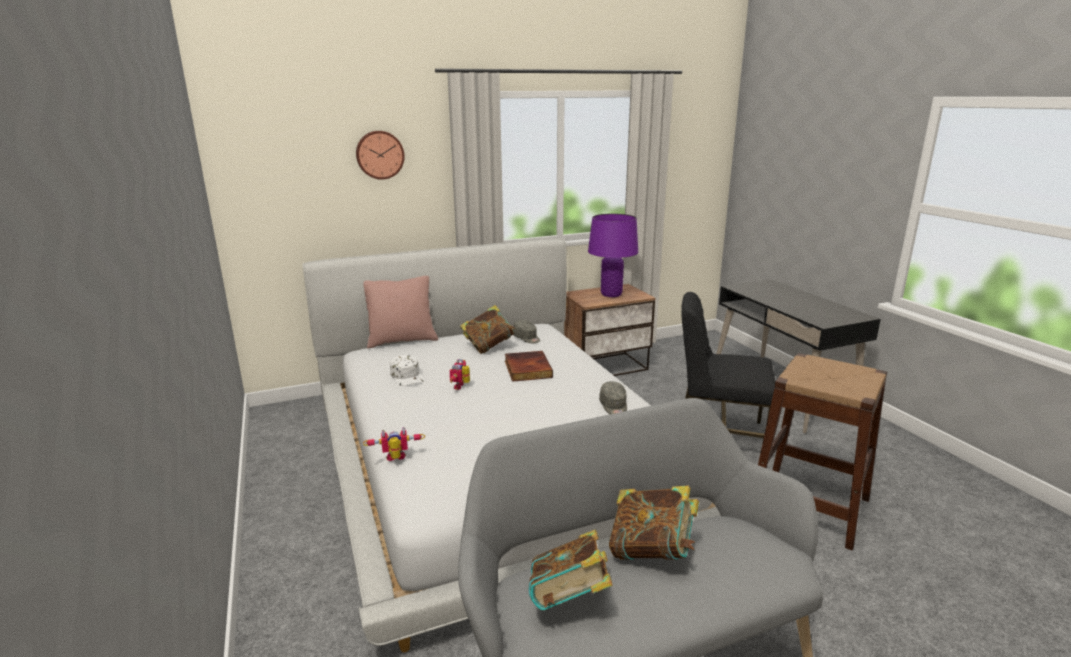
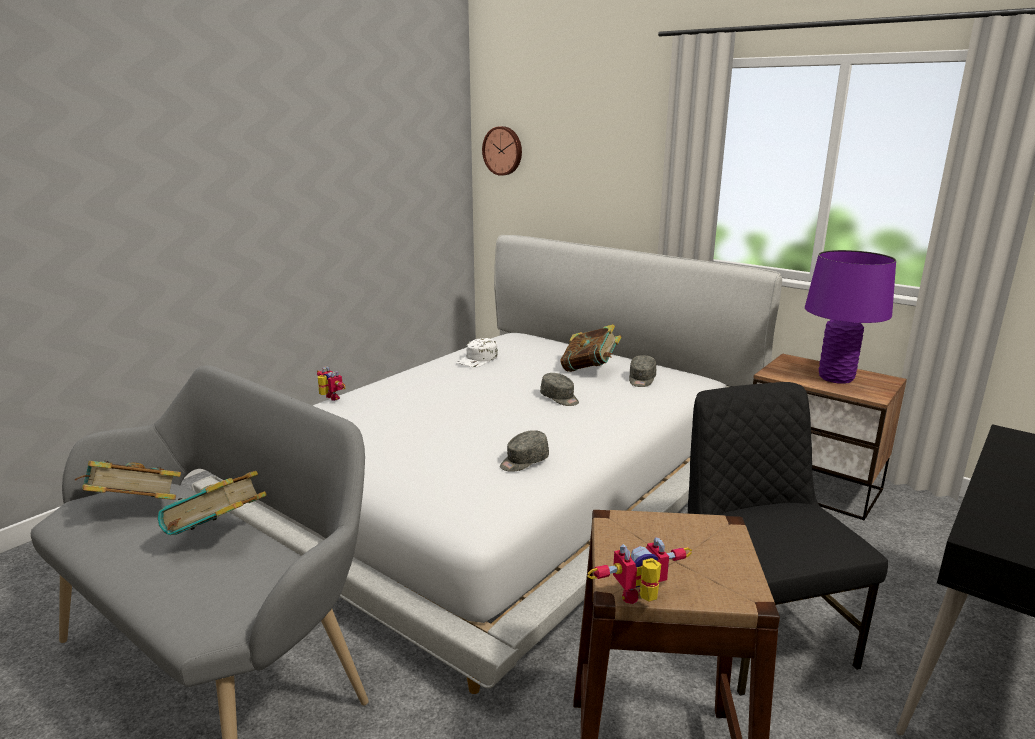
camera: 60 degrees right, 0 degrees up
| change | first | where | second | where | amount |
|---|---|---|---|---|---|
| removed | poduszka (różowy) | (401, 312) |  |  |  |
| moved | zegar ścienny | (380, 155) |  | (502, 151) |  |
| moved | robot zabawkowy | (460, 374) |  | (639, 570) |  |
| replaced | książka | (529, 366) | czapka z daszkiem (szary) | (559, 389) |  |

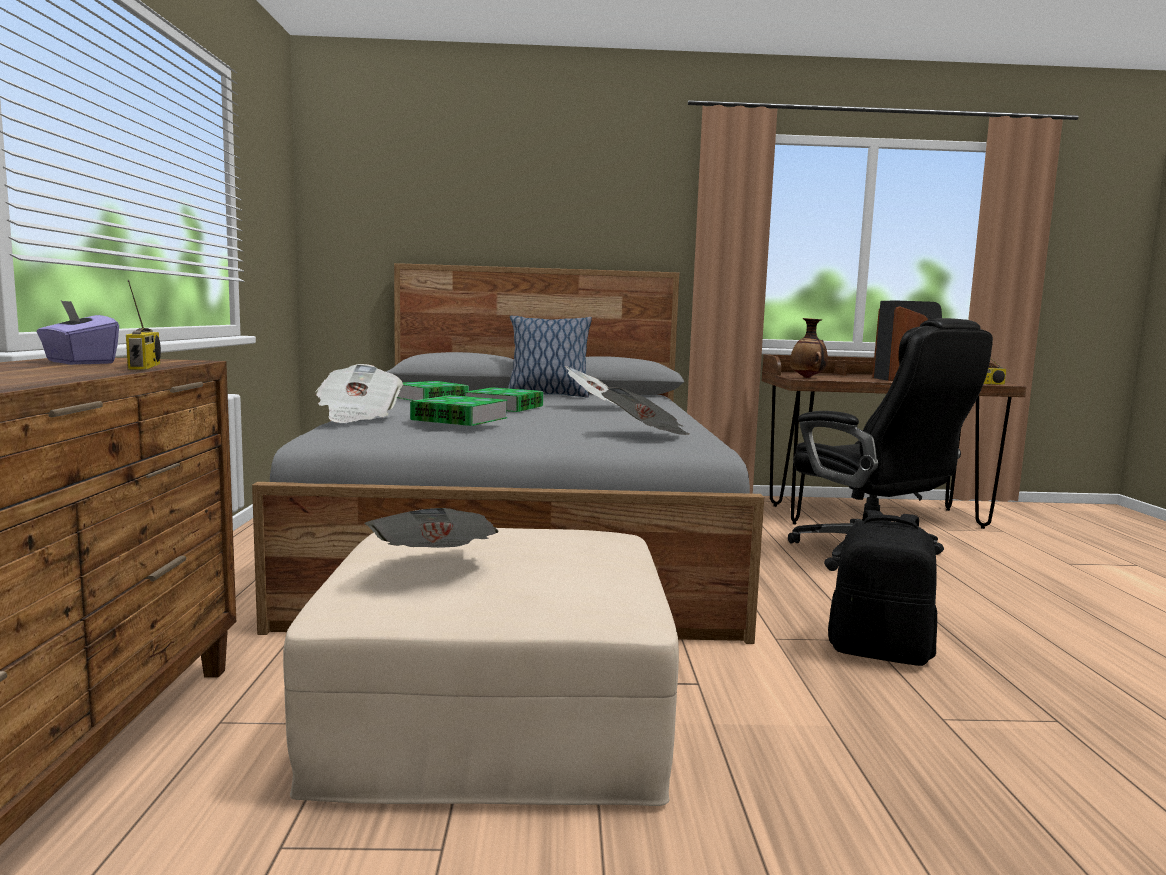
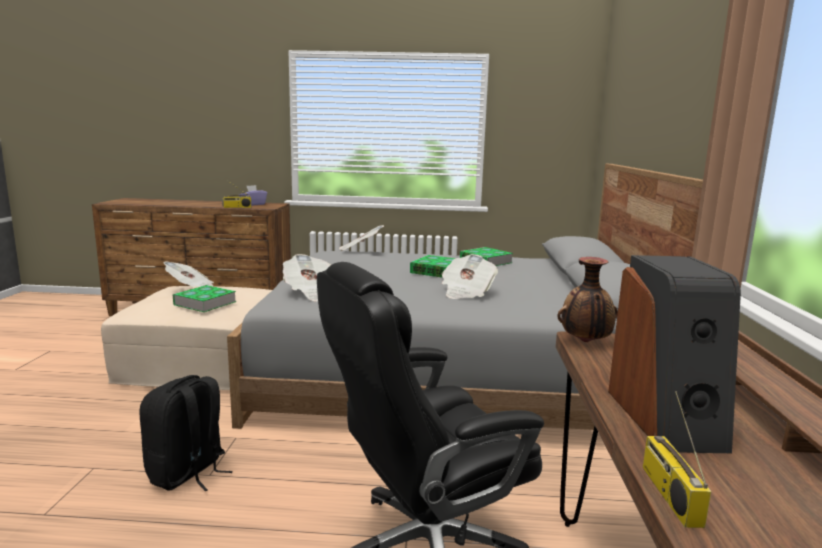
camera: 95 degrees right, 5 degrees up
| change | first | where | second | where | amount |
|---|---|---|---|---|---|
| removed | poduszka | (550, 357) |  |  |  |
| moved | książka | (459, 410) |  | (204, 298) |  |

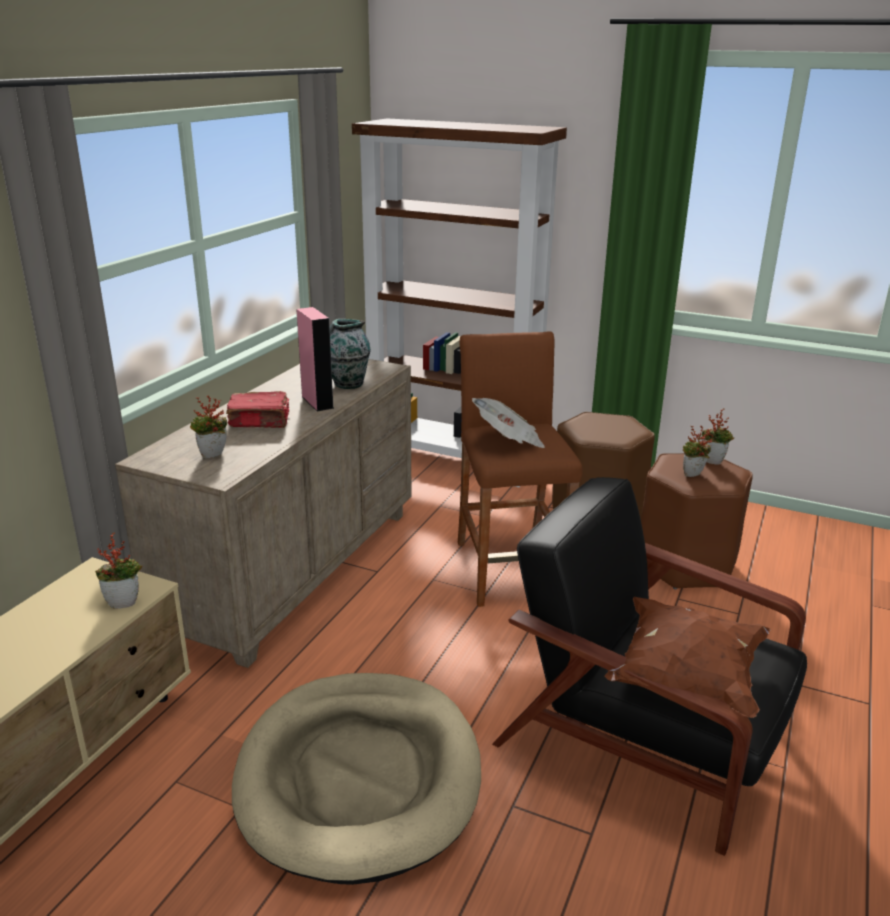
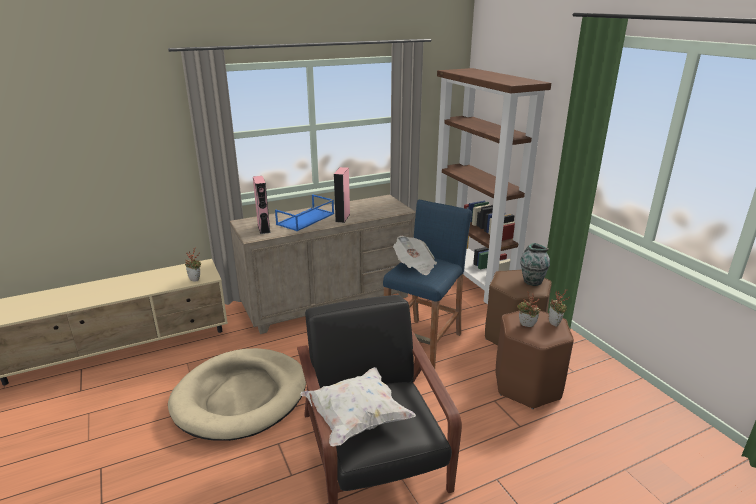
camera: 40 degrees right, 0 degrees up
| change | first | where | second | where | amount |
|---|---|---|---|---|---|
| moved | wazon | (350, 354) |  | (535, 264) |  |
| replaced | roślina doniczkowa | (208, 426) | głośnik (różowy) | (262, 205) |  |
| replaced | książka (czerwony) | (257, 409) | taca (niebieski) | (304, 212) |  |
| recoloured | stołek (brązowy) | (520, 469) | stołek (niebieski) | (427, 284) |  |
| recoloured | poduszka (brązowy) | (687, 657) | poduszka (biały) | (358, 407) |  |

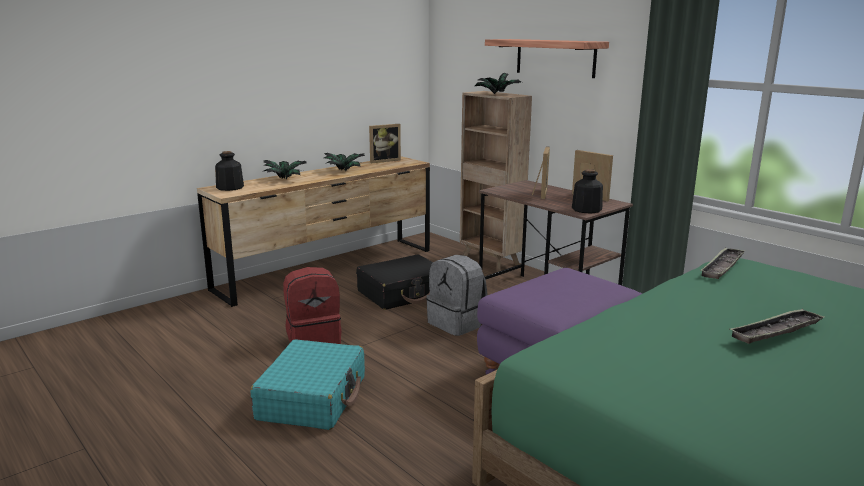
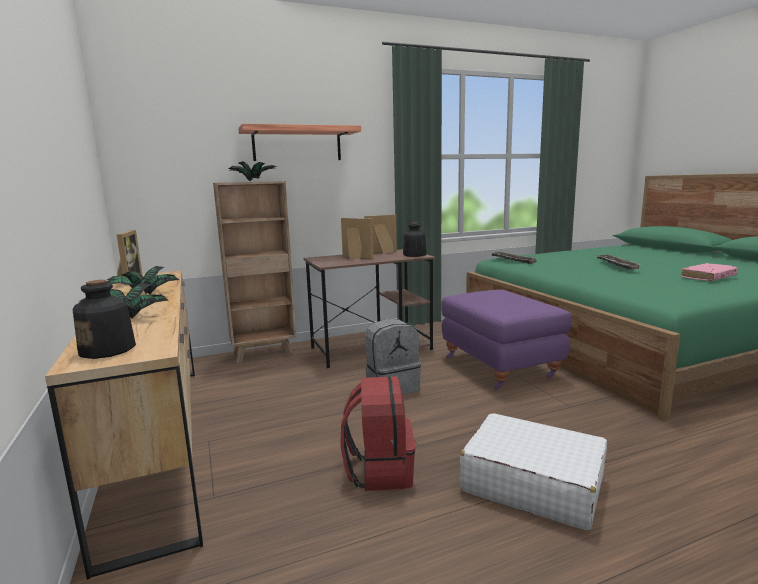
camera: 70 degrees left, 5 degrees down
| change | first | where | second | where | amount |
|---|---|---|---|---|---|
| removed | walizka (czarny) | (394, 282) |  |  |  |
| added |  |  | książka (różowy) | (709, 272) |  |
| recoloured | walizka (turkusowy) | (308, 384) | walizka (biały) | (533, 472) |  |

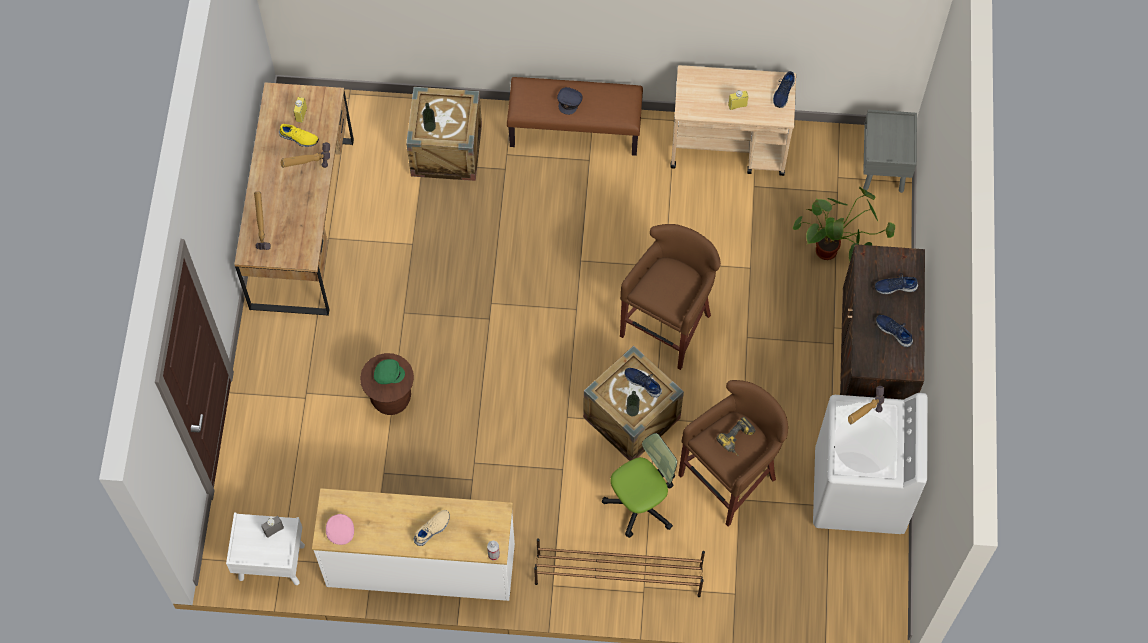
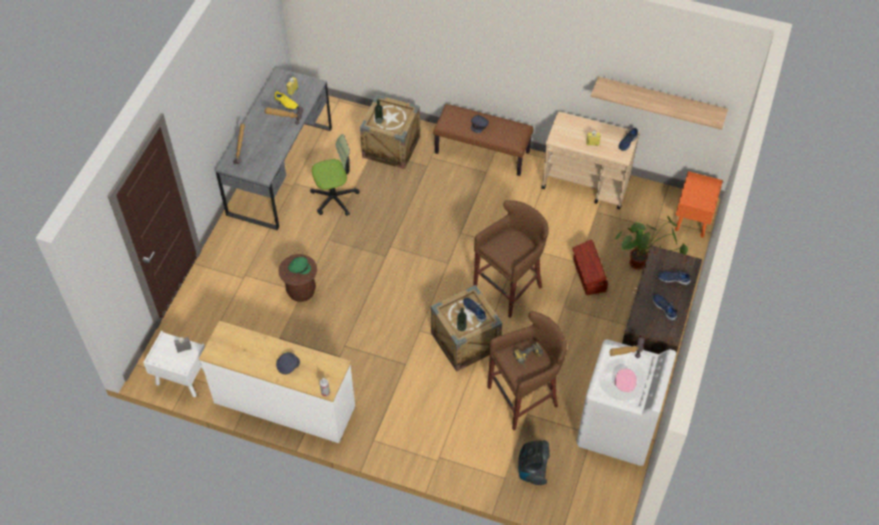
camera: 15 degrees right, 10 degrees down
| change | first | where | second | where | amount |
|---|---|---|---|---|---|
| removed | regał na buty (brązowy) | (619, 567) |  |  |  |
| added |  |  | odkurzacz | (534, 462) |  |
| added |  |  | pojemnik do przechowywania (brązowy) | (590, 267) |  |
| added |  |  | półka | (659, 103) |  |
| moved | czapka z daszkiem (różowy) | (340, 529) |  | (626, 380) |  |
| moved | krzesło biurowe | (639, 485) |  | (335, 175) |  |
| replaced | but (beżowy) | (431, 528) | czapka z daszkiem (szary) | (288, 363) |  |
| recoloured | biurko (brązowy) | (294, 199) | biurko (szary) | (273, 149) |  |
| recoloured | szafka nocna (szary) | (890, 151) | szafka nocna (pomarańczowy) | (699, 204) |  |

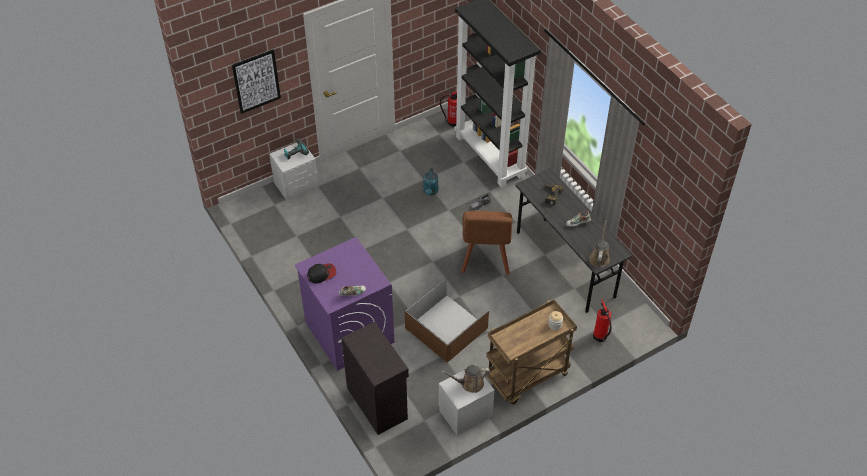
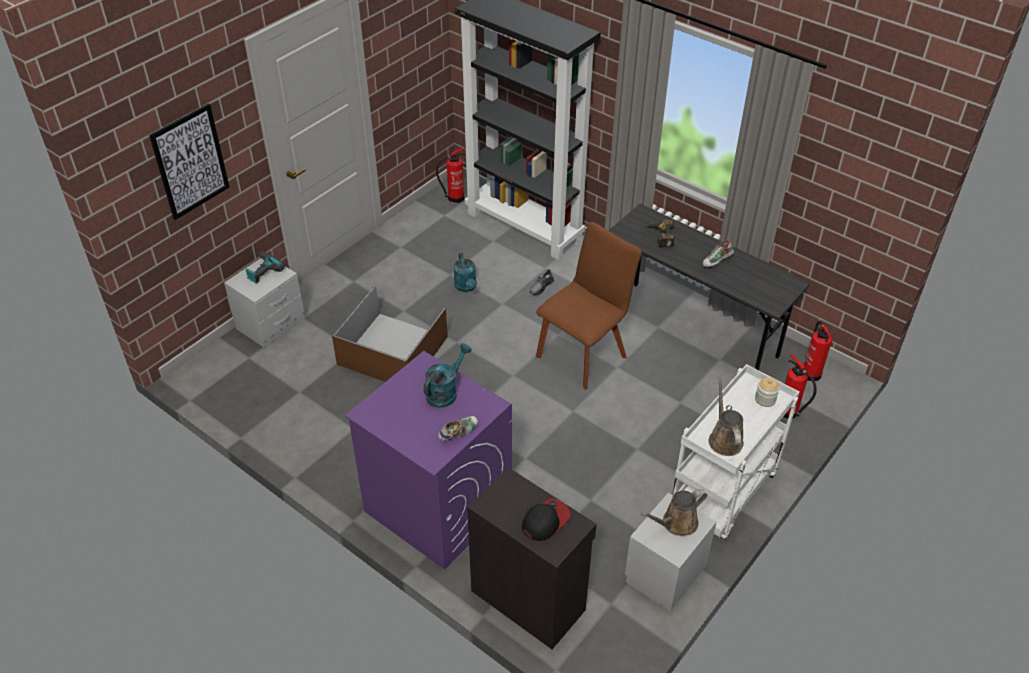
camera: 20 degrees left, 5 degrees down
| change | first | where | second | where | amount |
|---|---|---|---|---|---|
| added |  |  | konewka (turkusowy) | (447, 375) |  |
| added |  |  | gaśnica | (818, 350) |  |
| moved | czapka z daszkiem | (322, 273) |  | (546, 520) |  |
| moved | pojemnik do przechowywania (brązowy) | (446, 320) |  | (390, 334) |  |
| moved | konewka (brązowy) | (599, 243) |  | (726, 416) |  |
| recoloured | wózek (brązowy) | (531, 351) | wózek (biały) | (735, 452) |  |
| turned | krzesło (brązowy) | (486, 243) |  | (589, 305) | 120 degrees counterclockwise |

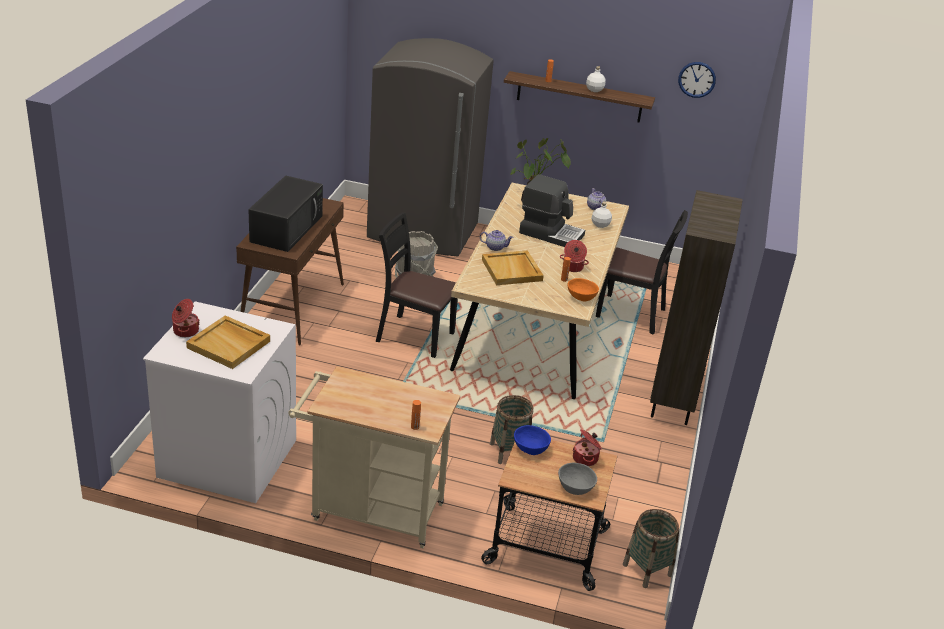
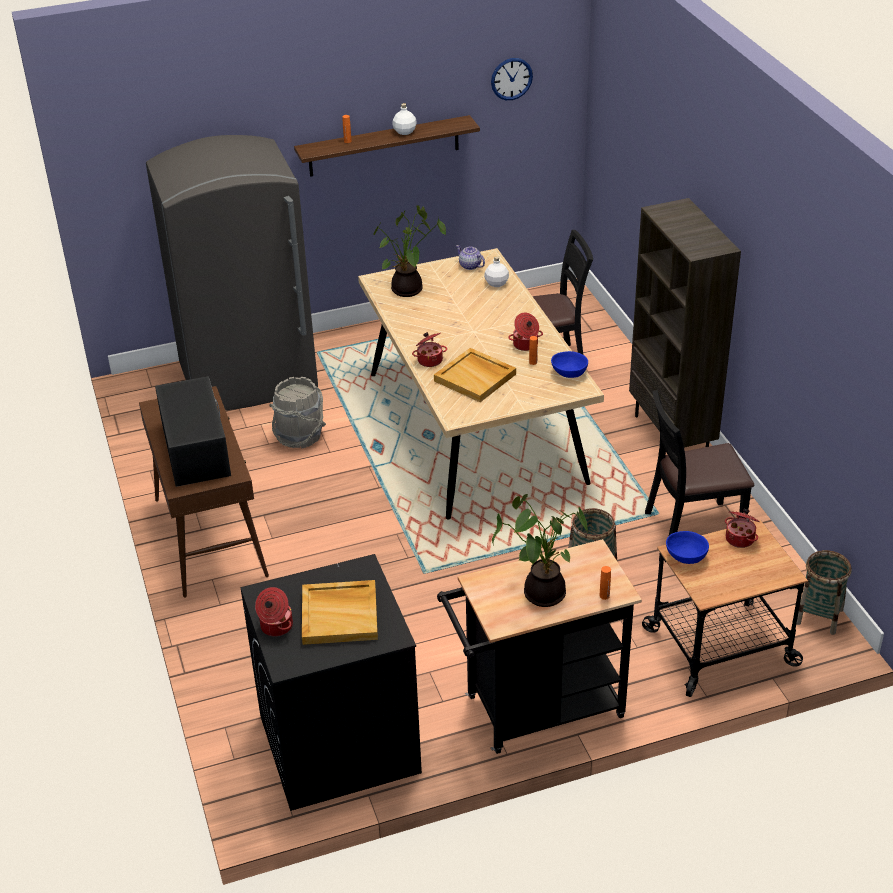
camera: 30 degrees left, 5 degrees up
| change | first | where | second | where | amount |
|---|---|---|---|---|---|
| removed | ekspres do kawy | (552, 210) |  |  |  |
| removed | miska (szary) | (577, 479) |  |  |  |
| added |  |  | roślina doniczkowa | (540, 550) |  |
| moved | krzesło (czarny) | (417, 285) |  | (699, 462) |  |
| replaced | imbryk | (497, 240) | garnek | (429, 349) |  |
| recoloured | pralka (biały) | (219, 402) | pralka (czarny) | (331, 682) |  |
| recoloured | wózek (beżowy) | (374, 457) | wózek (czarny) | (539, 646) |  |
| recoloured | miska (pomarańczowy) | (583, 289) | miska (niebieski) | (569, 364) |  |

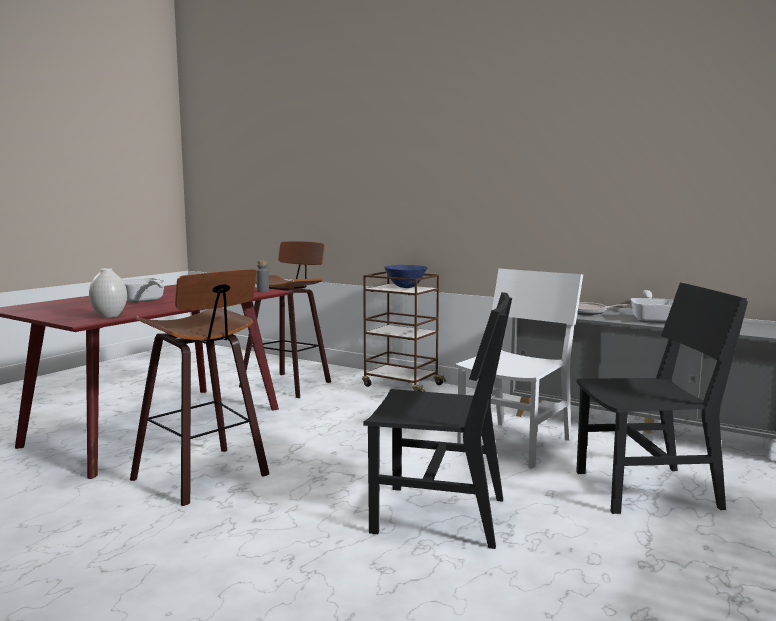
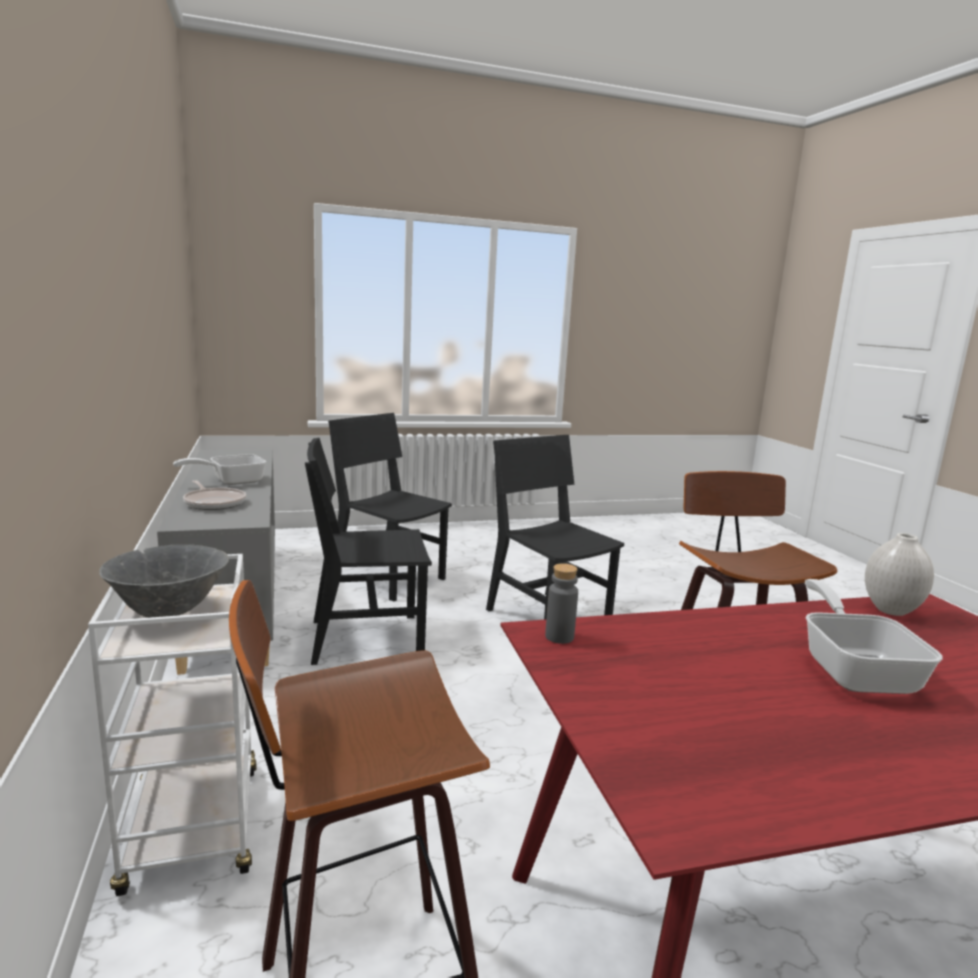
camera: 140 degrees left, 5 degrees up
| change | first | where | second | where | amount |
|---|---|---|---|---|---|
| recoloured | wózek (brązowy) | (404, 331) | wózek (biały) | (172, 725) |  |
| recoloured | miska (niebieski) | (406, 276) | miska (szary) | (164, 581) |  |
| recoloured | krzesło (biały) | (519, 368) | krzesło (czarny) | (368, 551) |  |

